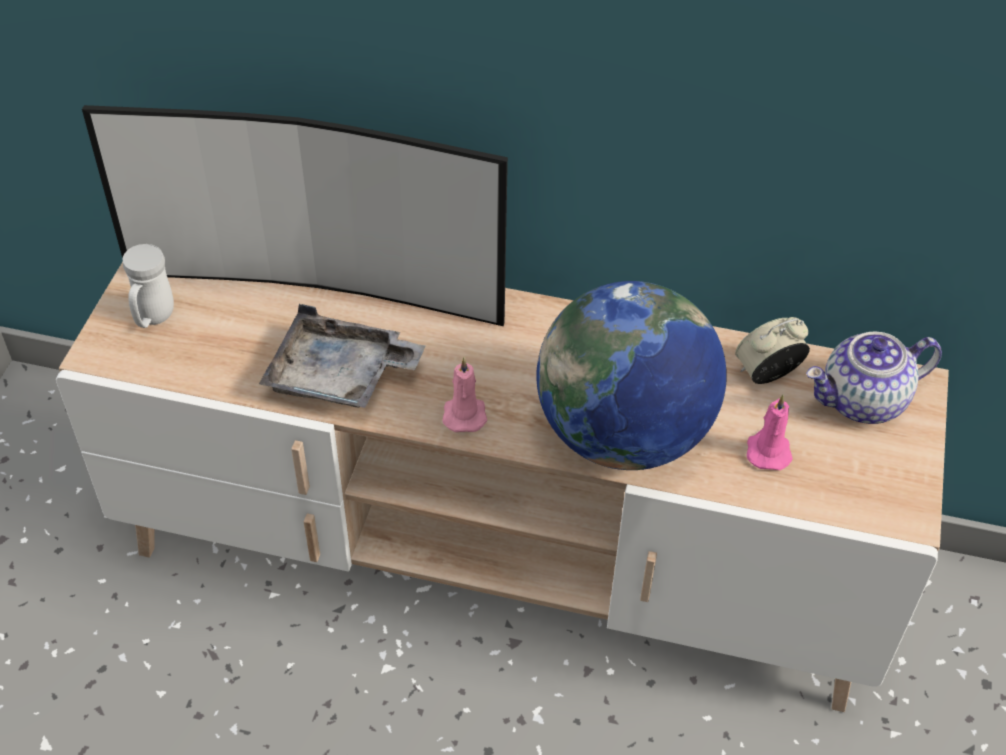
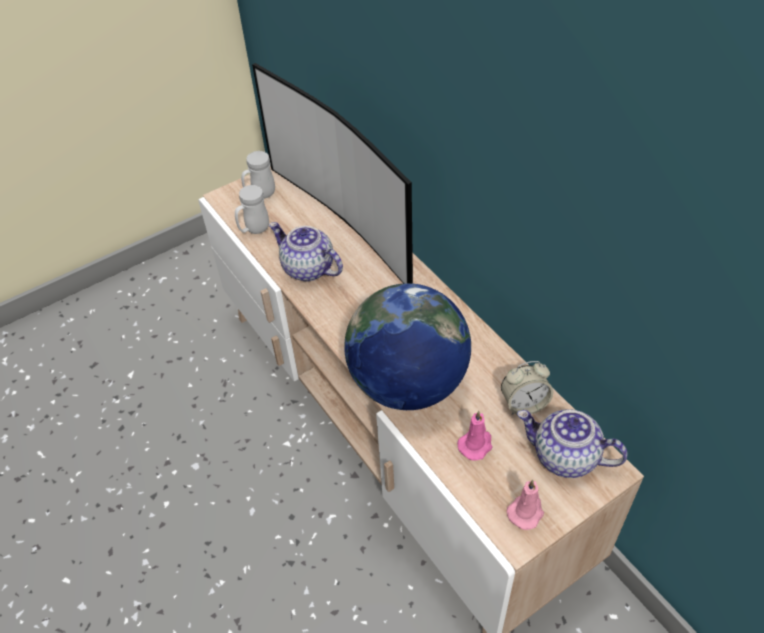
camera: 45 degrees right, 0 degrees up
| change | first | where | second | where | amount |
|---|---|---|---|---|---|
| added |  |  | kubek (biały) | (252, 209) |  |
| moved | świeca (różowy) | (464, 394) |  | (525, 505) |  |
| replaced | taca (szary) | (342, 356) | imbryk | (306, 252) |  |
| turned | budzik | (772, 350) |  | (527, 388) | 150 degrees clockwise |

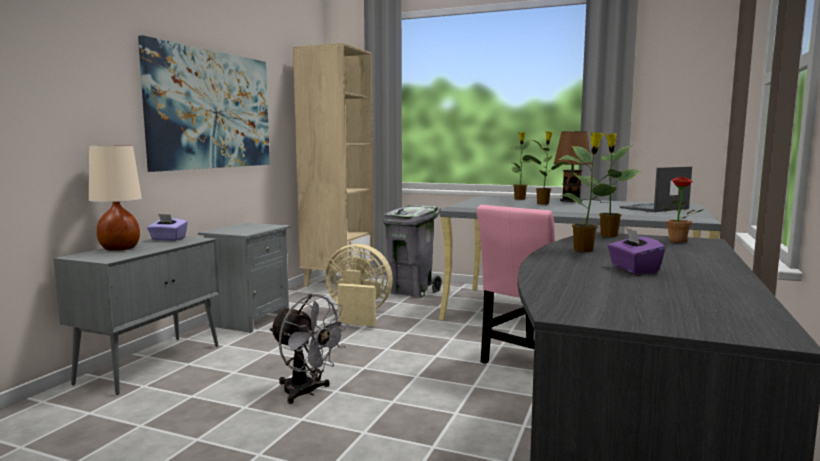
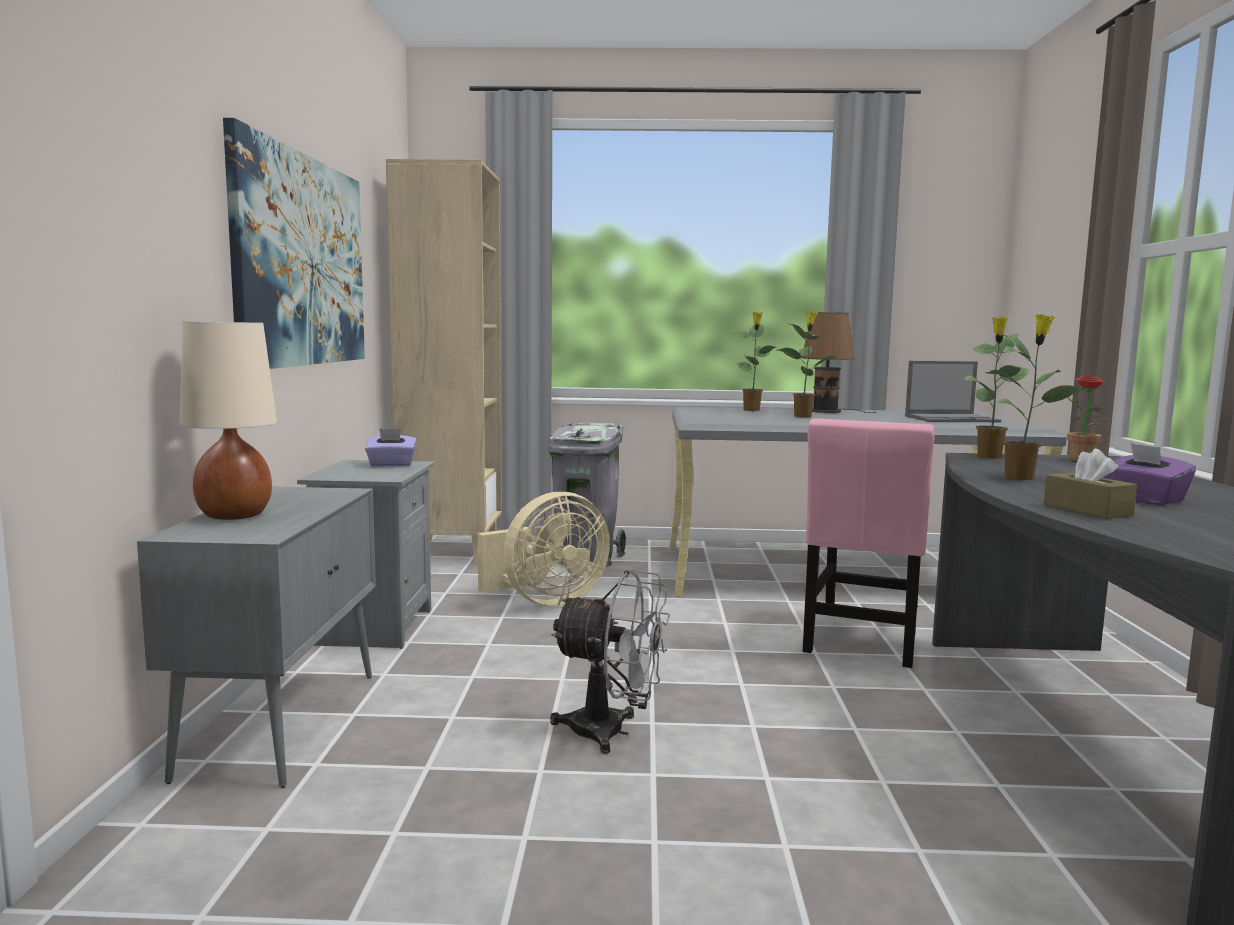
camera: 20 degrees left, 0 degrees up
| change | first | where | second | where | amount |
|---|---|---|---|---|---|
| added |  |  | pudełko chusteczek (brązowy) | (1090, 483) |  |
| moved | pudełko chusteczek (fioletowy) | (167, 227) |  | (391, 447) |  |
| turned | wentylator (beżowy) | (359, 285) |  | (544, 549) | 150 degrees clockwise |
| turned | laptop | (656, 189) |  | (953, 391) | 135 degrees counterclockwise |

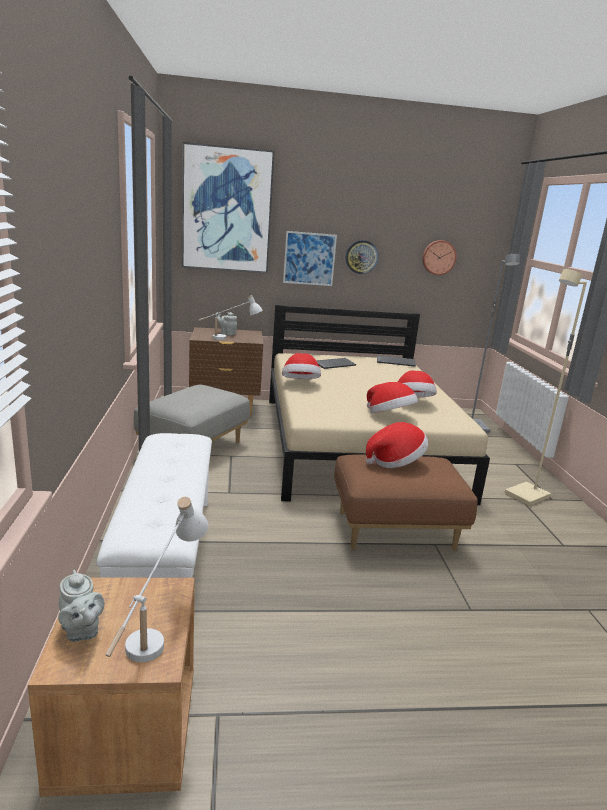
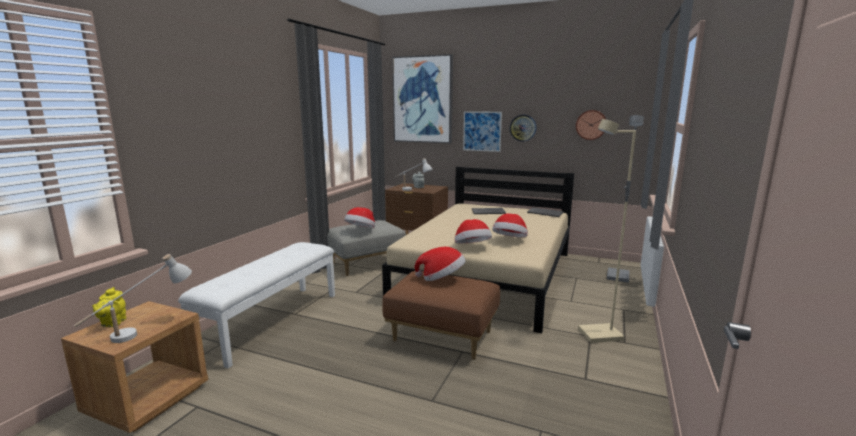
camera: 30 degrees right, 5 degrees down
| change | first | where | second | where | amount |
|---|---|---|---|---|---|
| moved | kapelusz | (301, 366) |  | (359, 217) |  |
| recoloured | imbryk (szary) | (81, 606) | imbryk (żółty) | (109, 307) |  |

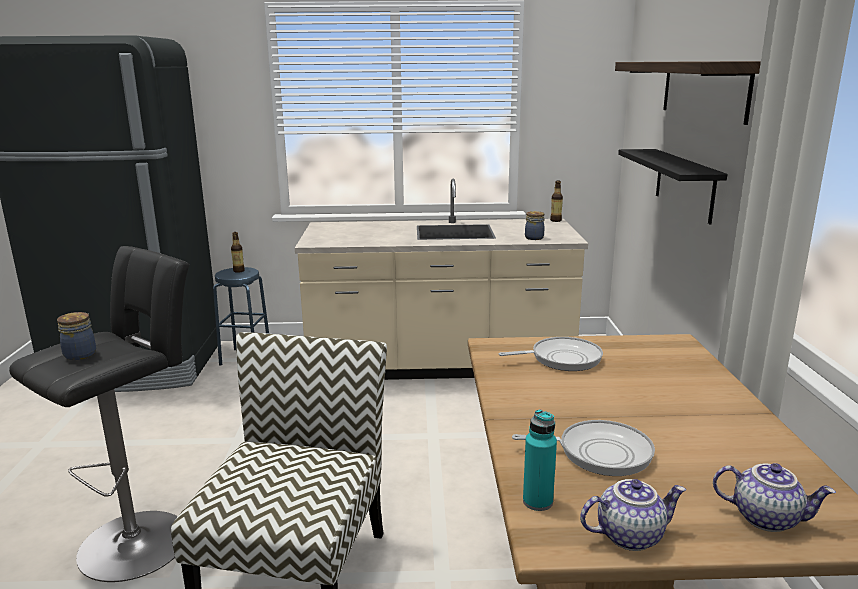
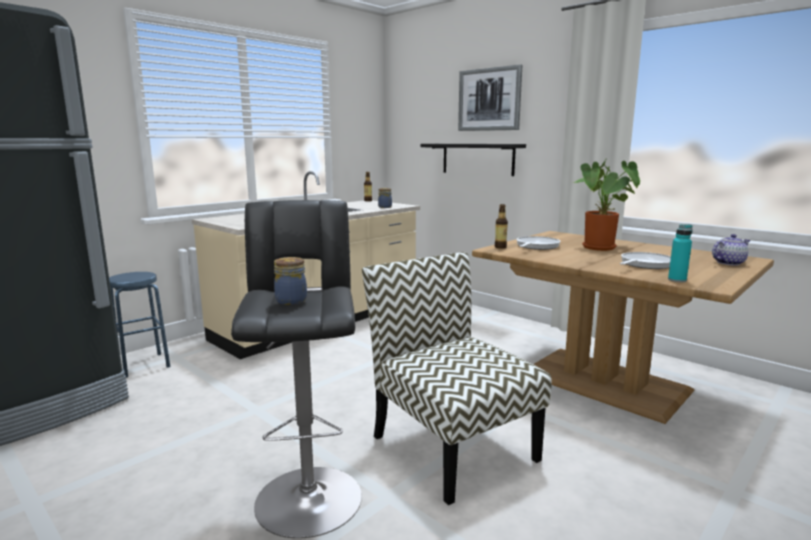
camera: 45 degrees left, 5 degrees down
| change | first | where | second | where | amount |
|---|---|---|---|---|---|
| removed | imbryk | (633, 515) |  |  |  |
| added |  |  | roślina doniczkowa | (607, 204) |  |
| moved | butelka | (238, 252) |  | (501, 226) |  |
| replaced | półka | (688, 93) | obraz | (490, 97) |  |

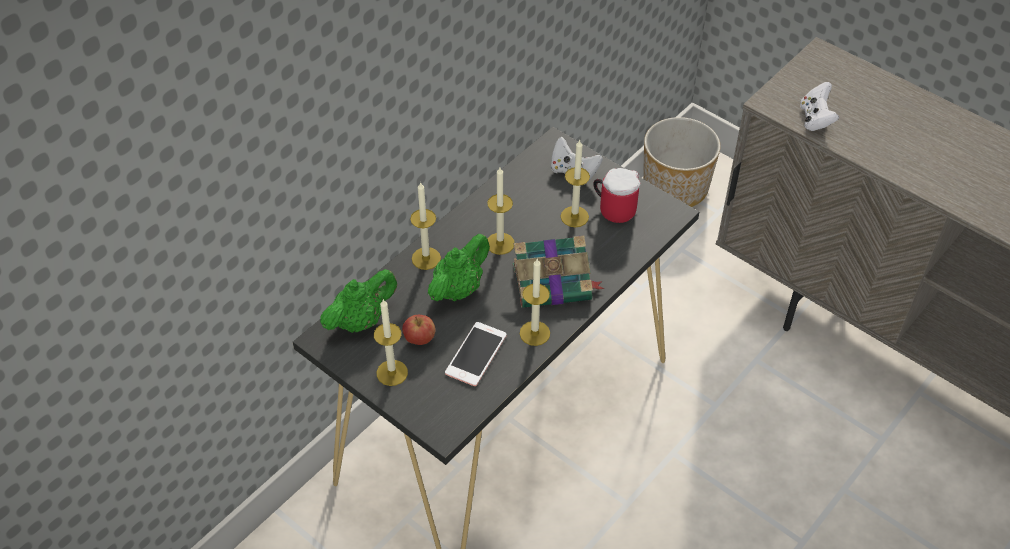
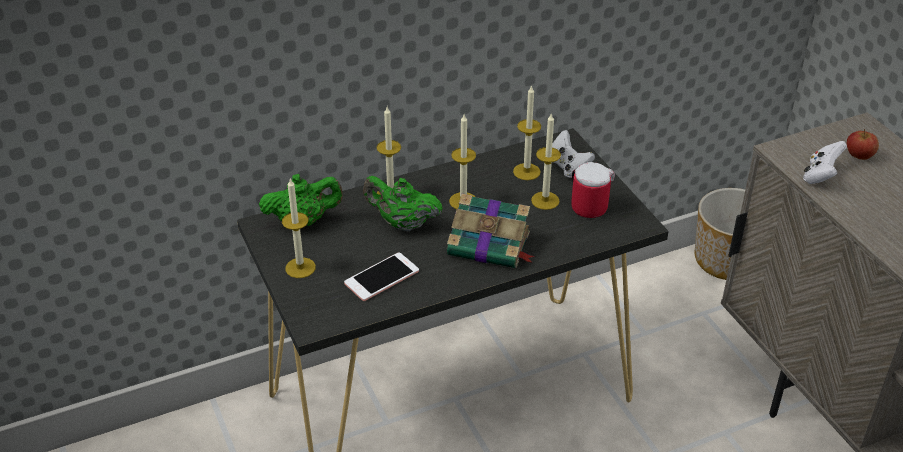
camera: 25 degrees right, 10 degrees down
| change | first | where | second | where | amount |
|---|---|---|---|---|---|
| moved | jabłko | (418, 330) |  | (863, 144) |  |
| moved | świeca | (535, 302) |  | (527, 132) |  |
| turned | imbryk (zielony) | (459, 267) |  | (403, 204) | 135 degrees counterclockwise |

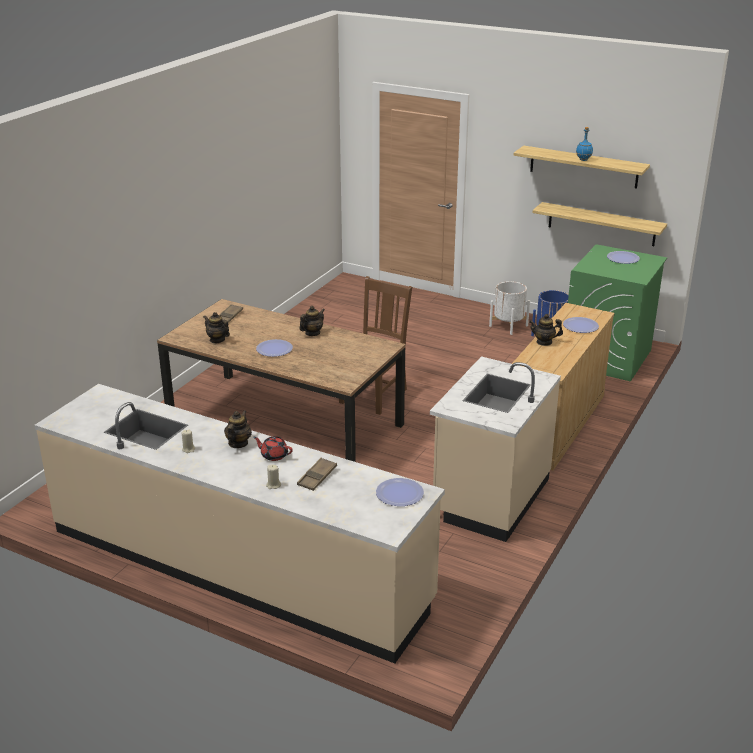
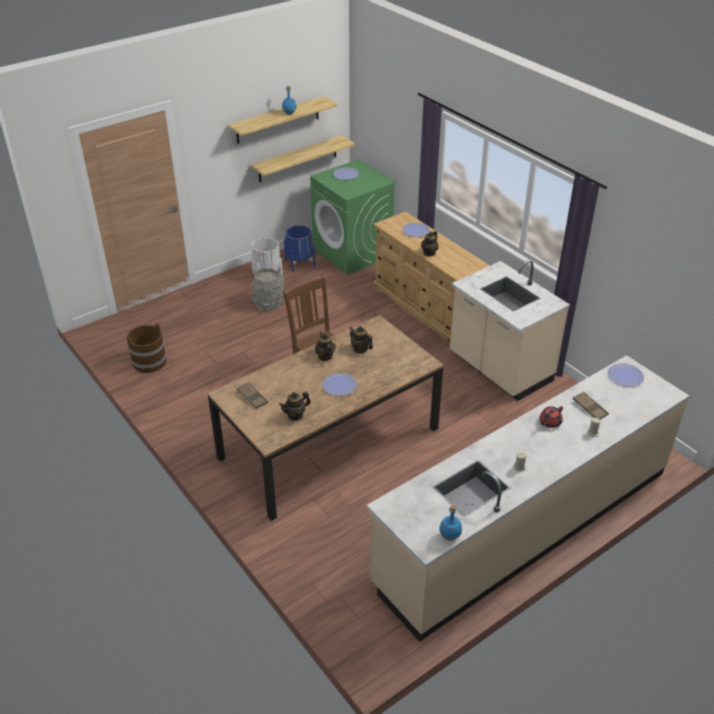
camera: 65 degrees left, 10 degrees up
| change | first | where | second | where | amount |
|---|---|---|---|---|---|
| added |  |  | wiadro (brązowy) | (147, 348) |  |
| added |  |  | wiadro (szary) | (267, 289) |  |
| added |  |  | butelka (niebieski) | (450, 523) |  |
| moved | imbryk | (238, 429) |  | (361, 340) |  |

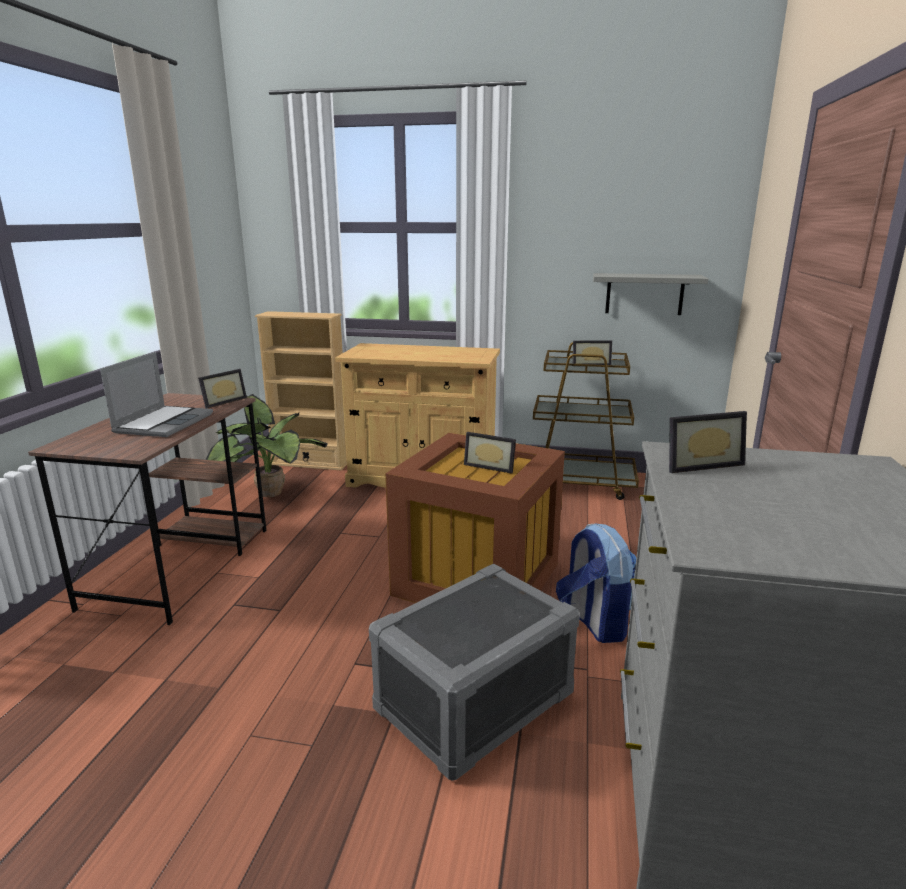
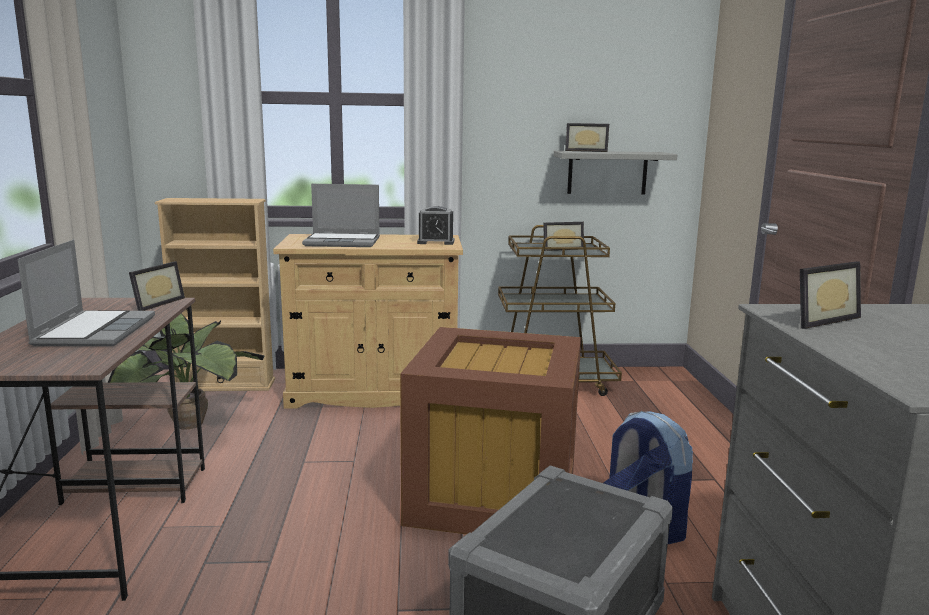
camera: 15 degrees left, 5 degrees down
| change | first | where | second | where | amount |
|---|---|---|---|---|---|
| added |  |  | laptop | (341, 215) |  |
| added |  |  | budzik | (435, 225) |  |
| moved | ramka na zdjęcie | (490, 453) |  | (587, 137) |  |

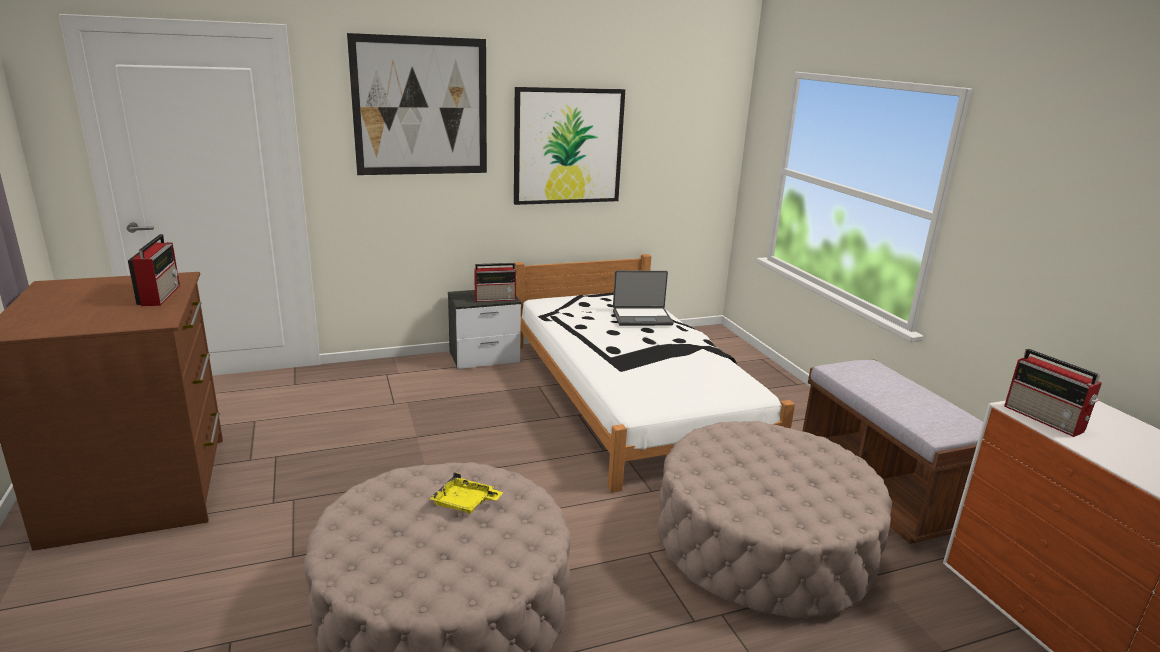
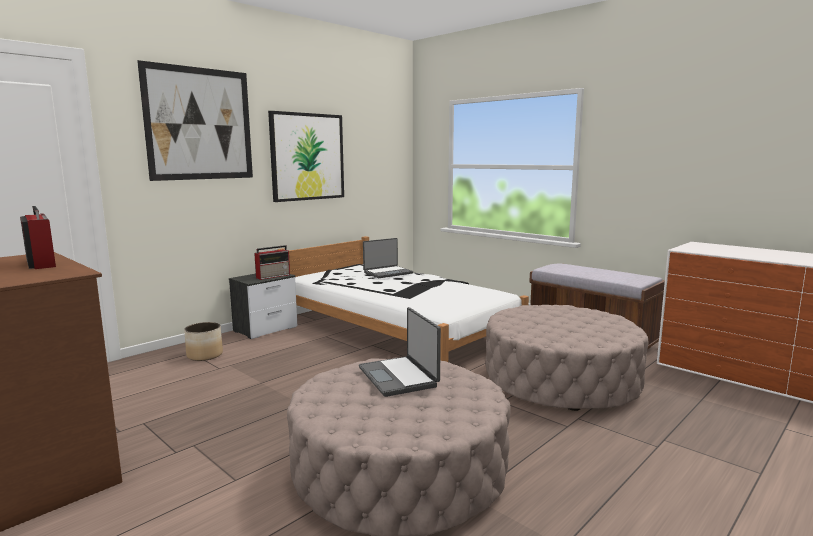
camera: 25 degrees left, 10 degrees down
| change | first | where | second | where | amount |
|---|---|---|---|---|---|
| removed | radio | (1053, 393) |  |  |  |
| added |  |  | donica | (203, 341) |  |
| replaced | taca (żółty) | (466, 493) | laptop | (400, 352) |  |

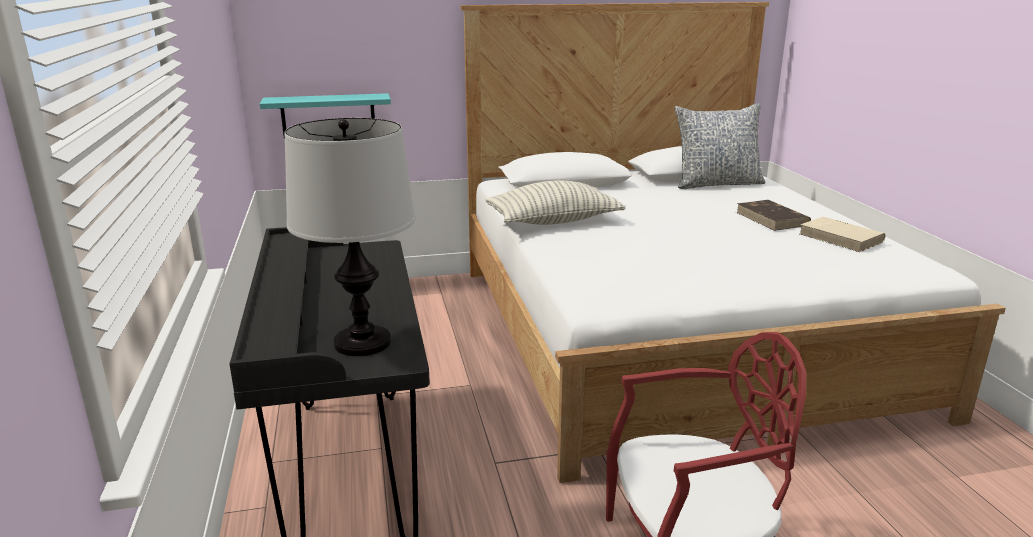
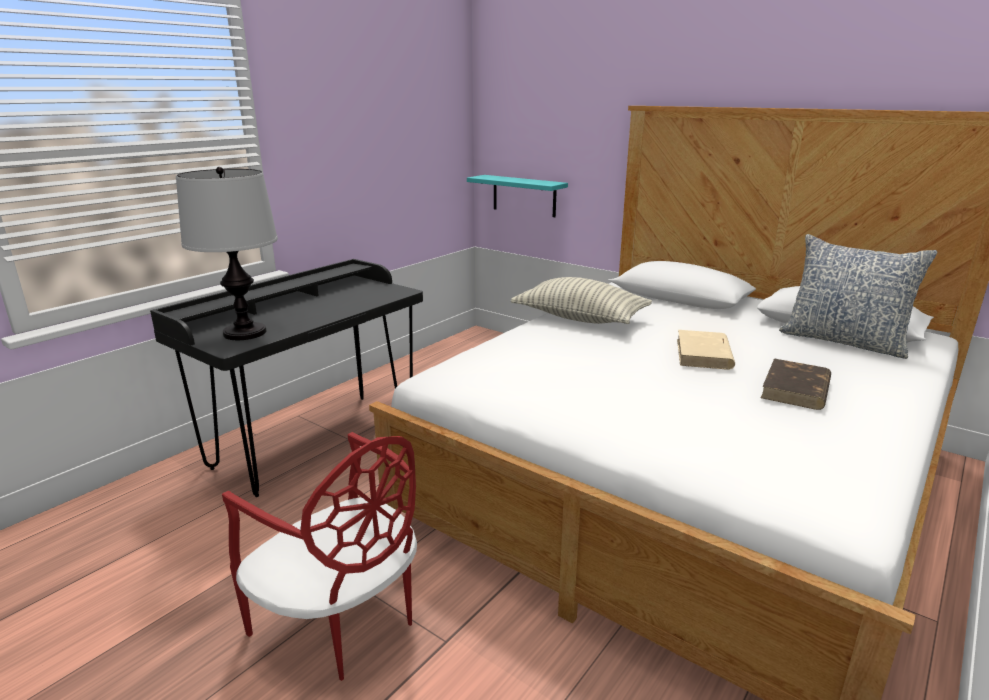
camera: 50 degrees right, 0 degrees up
| change | first | where | second | where | amount |
|---|---|---|---|---|---|
| moved | książka (beżowy) | (843, 234) |  | (706, 350) |  |

